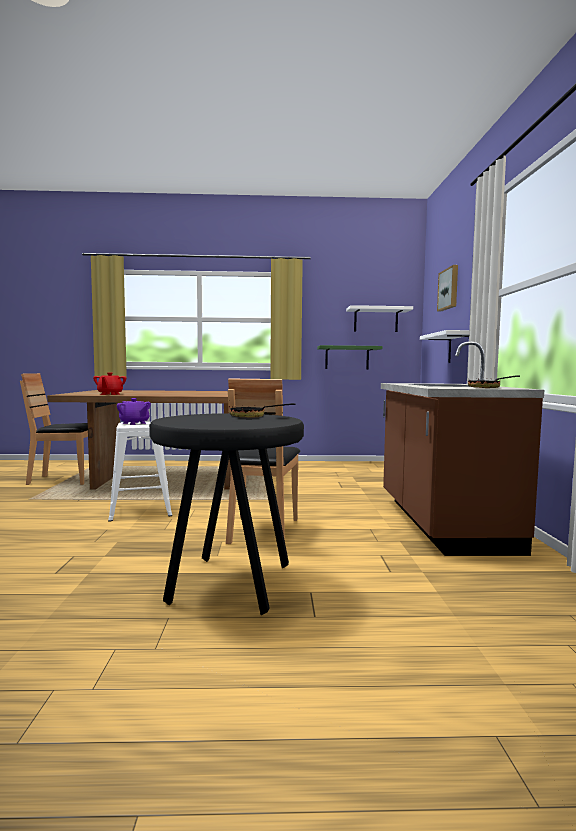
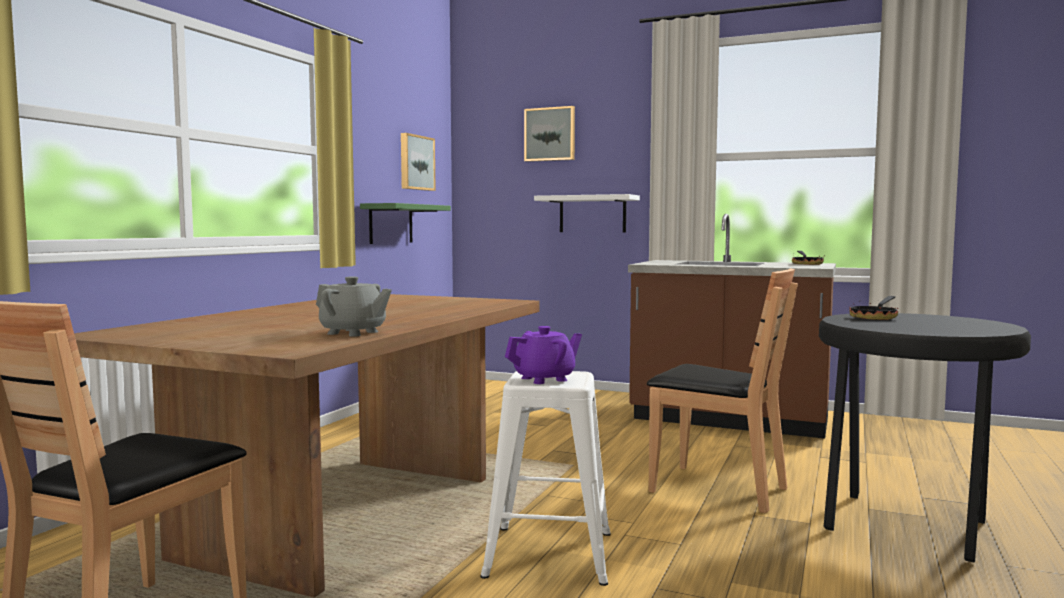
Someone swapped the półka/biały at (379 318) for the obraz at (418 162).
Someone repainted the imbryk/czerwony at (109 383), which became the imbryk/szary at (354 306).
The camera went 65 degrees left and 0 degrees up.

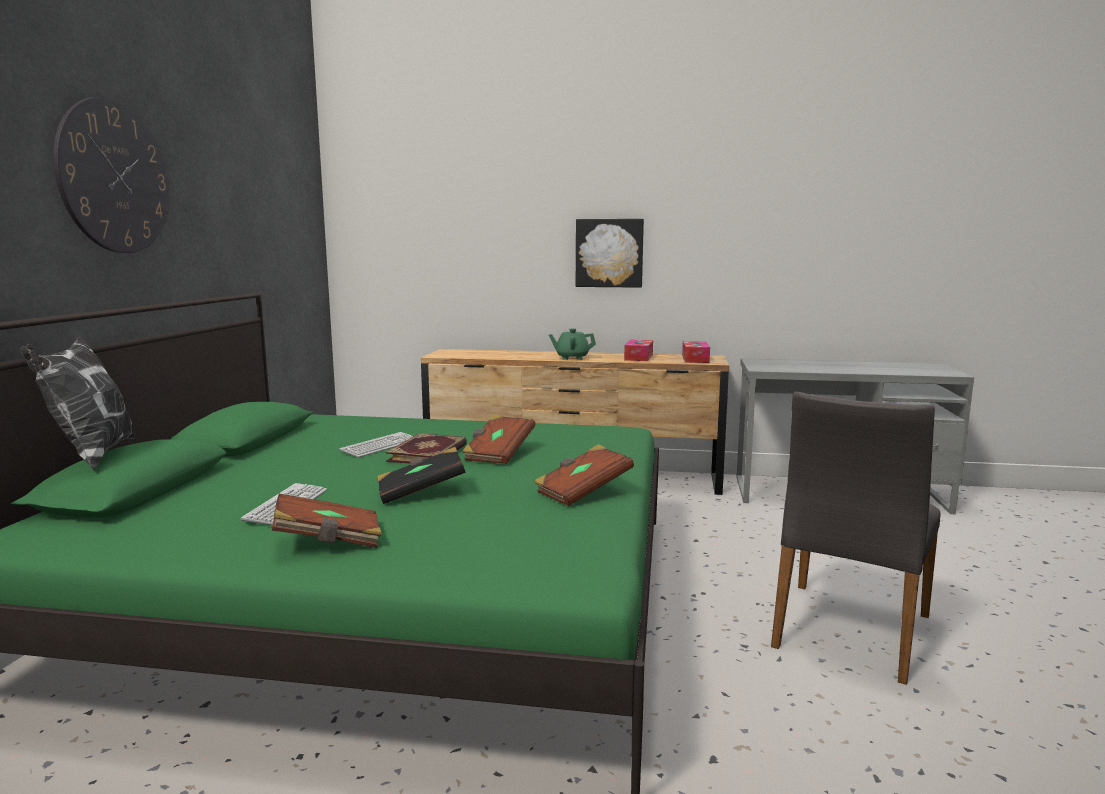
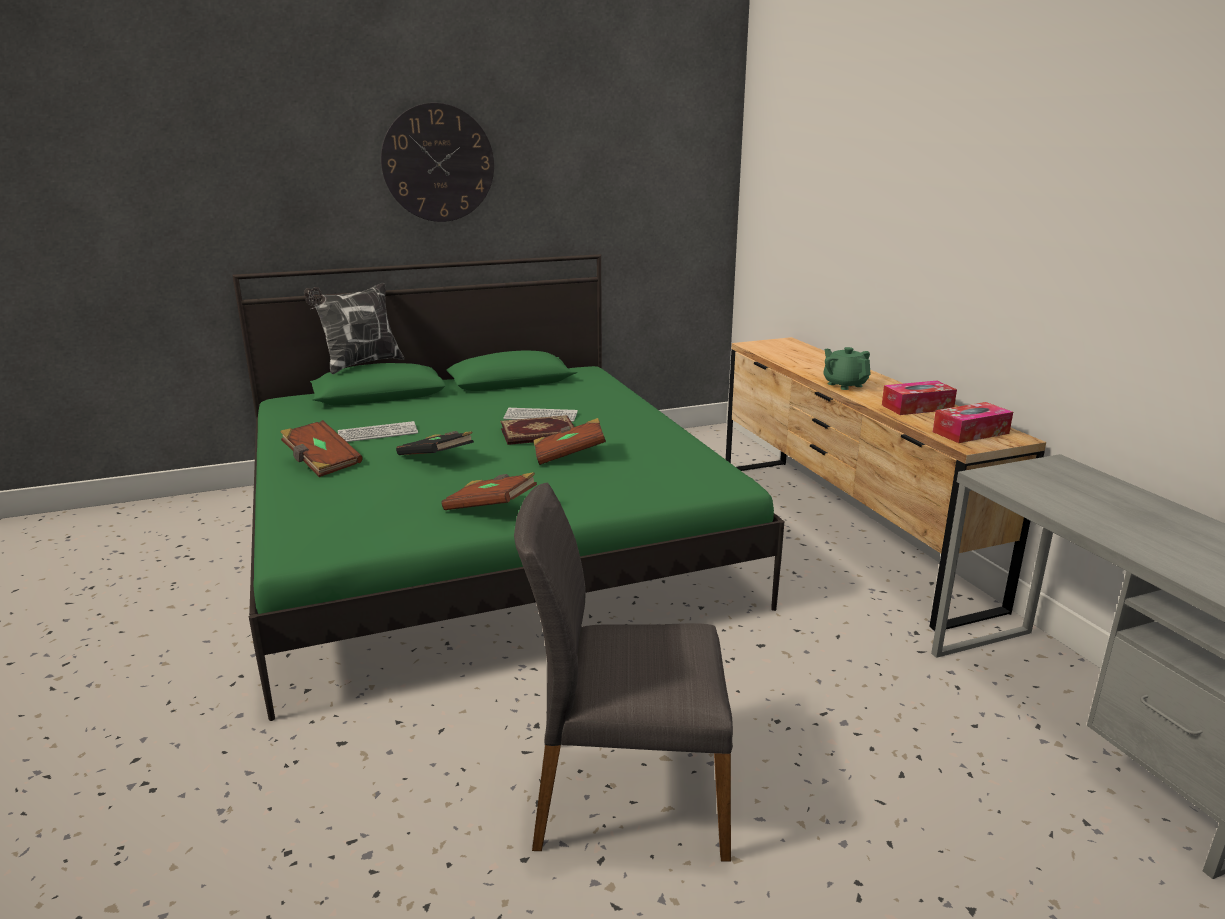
Someone took away the obraz at (610 253).
The camera went 60 degrees right and 10 degrees up.

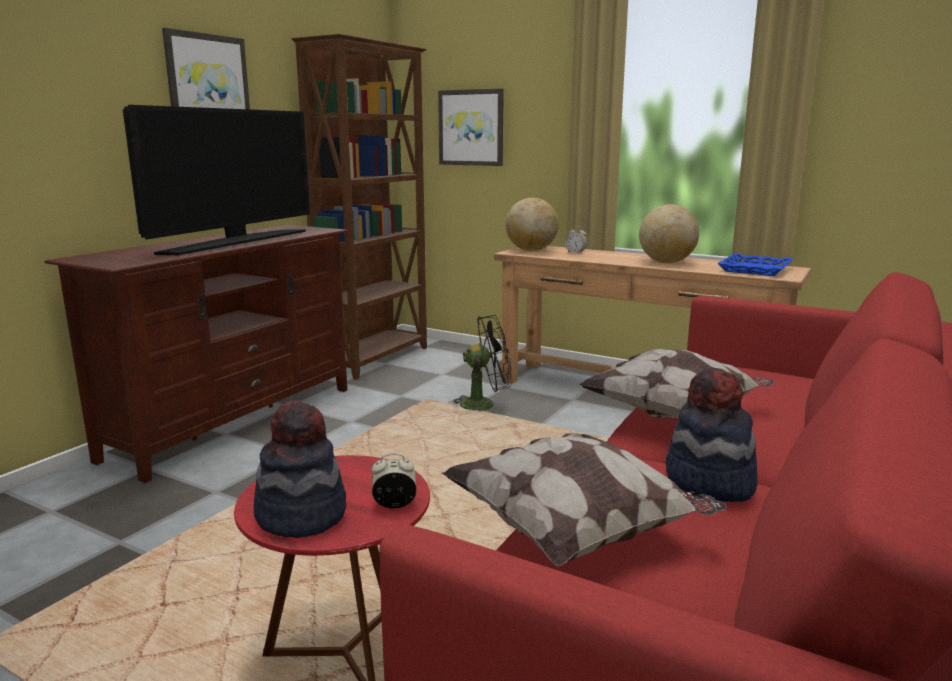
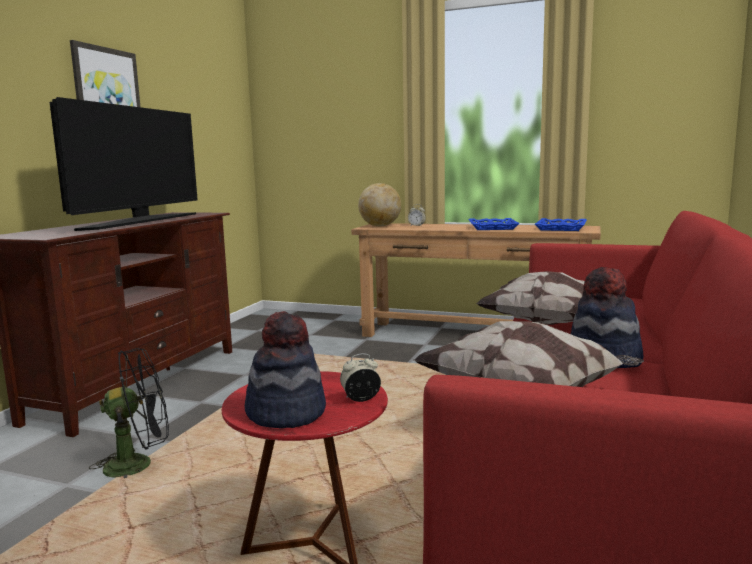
Someone took away the regał/brązowy at (359 207).
Someone took away the obraz at (471 127).
Someone carried the wentylator/czarny from (480 364) to (129 413).
Someone swapped the globus at (669 233) for the taca/niebieski at (493 224).
The camera went 10 degrees left and 5 degrees down.

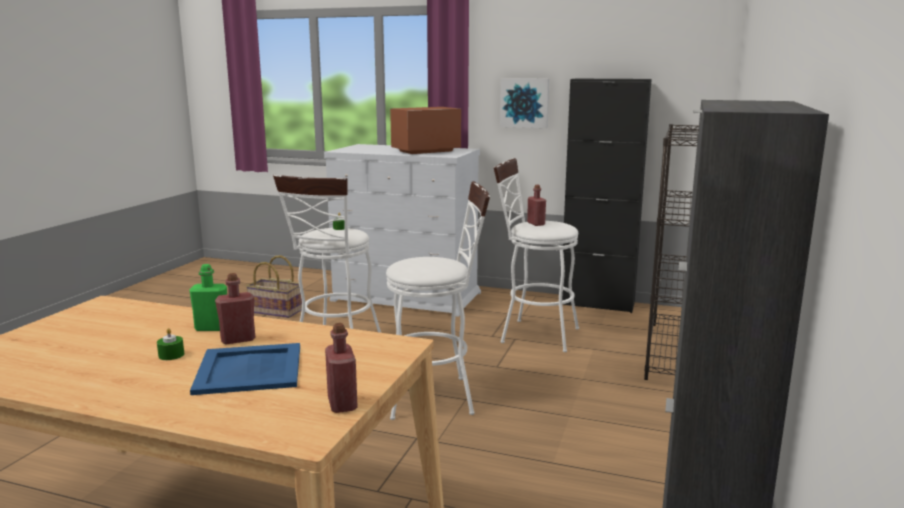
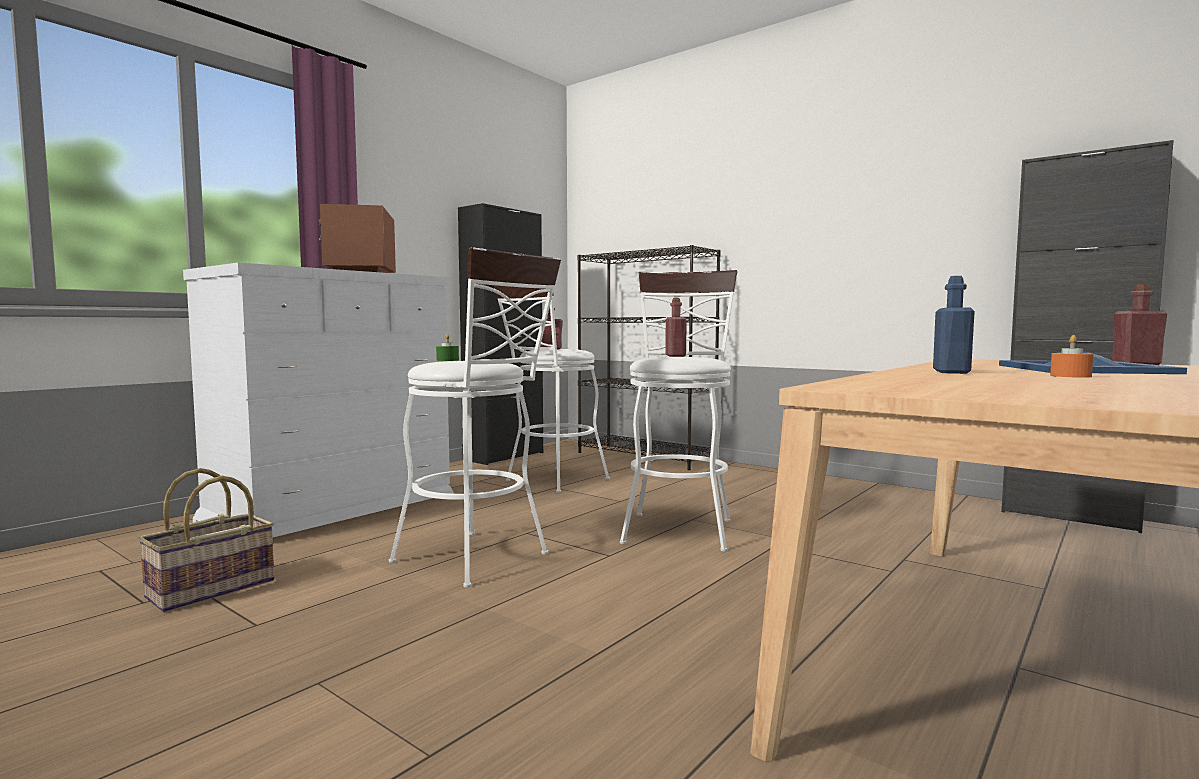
Someone took away the obraz at (524 103).
Someone carried the butelka/czerwony from (235 308) to (676 327).
Someone repainted the świeca/zielony at (170 344), which became the świeca/pomarańczowy at (1071 356).
Someone repainted the butelka/zielony at (208 297), which became the butelka/niebieski at (954 325).
The camera went 70 degrees left and 10 degrees down.

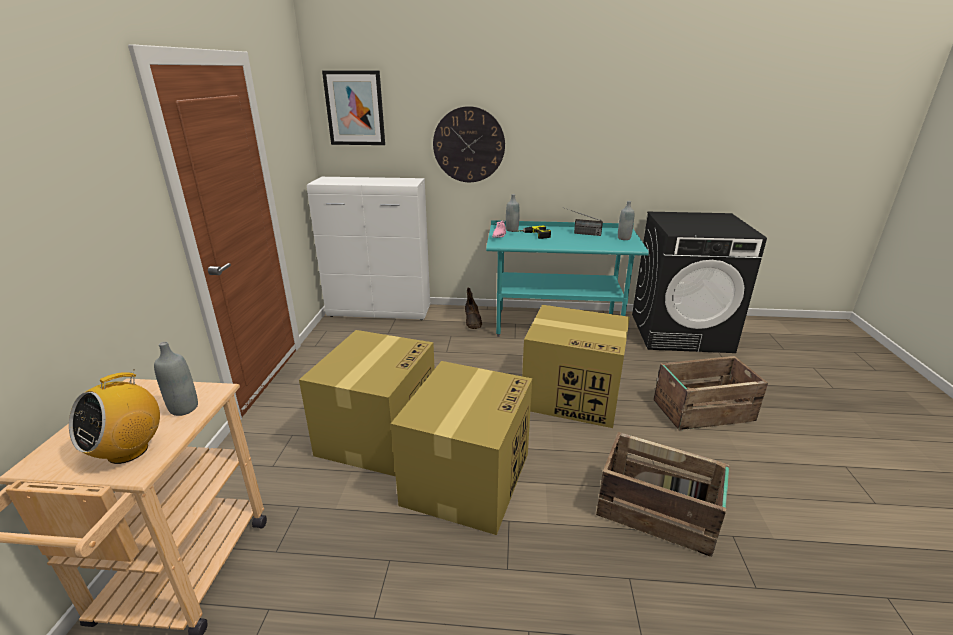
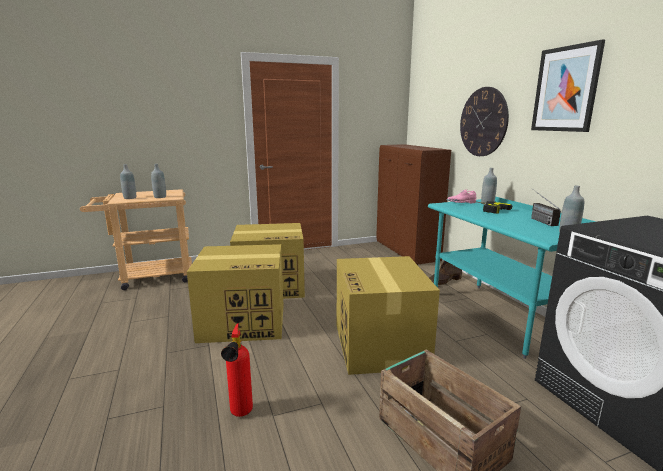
Someone carried the obraz from (353 108) to (568 85).
Someone swapped the radio at (114 416) for the butelka/szary at (128 181).
Someone swapped the skrzynka at (662 494) for the gaśnica at (237 370).
Someone repainted the szafka/biały at (368 248), which became the szafka/brązowy at (413 204).
The camera went 65 degrees right and 10 degrees down.

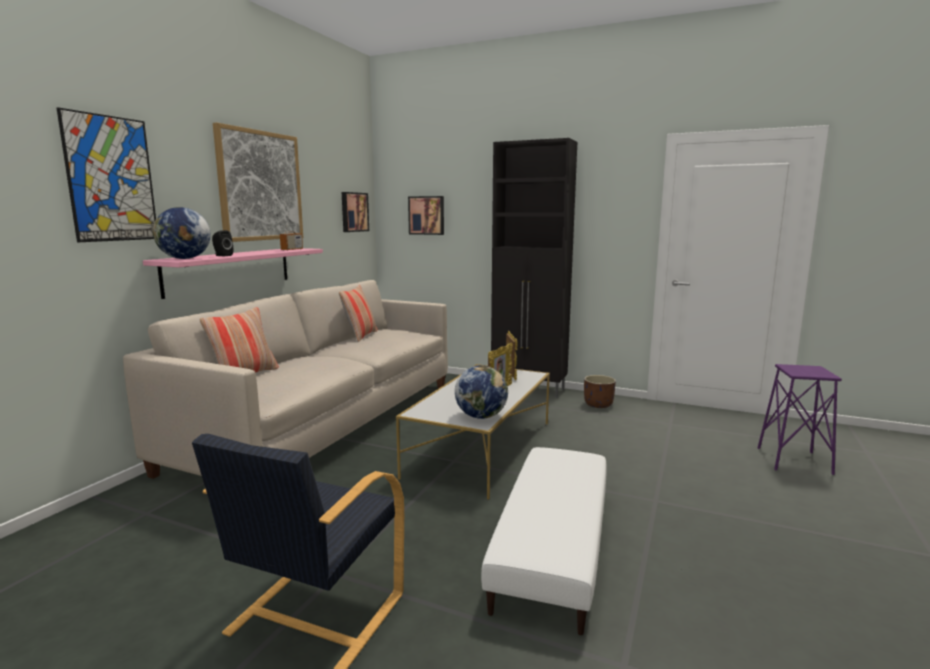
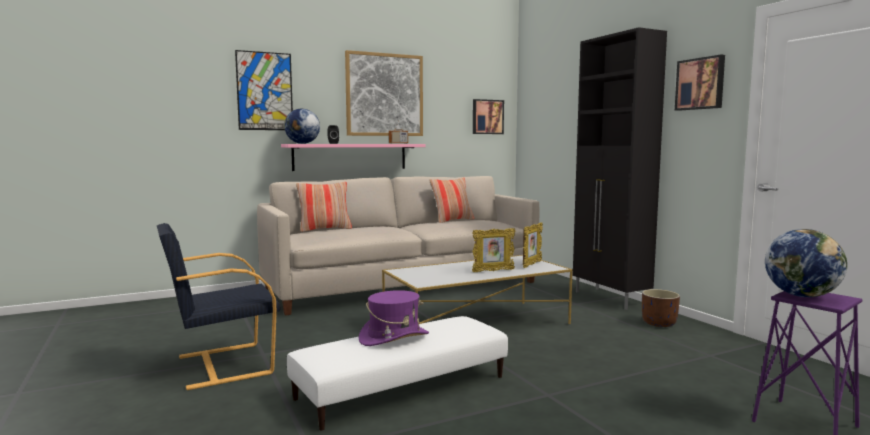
Someone put down the kapelusz/fioletowy at (394 318).
Someone carried the obraz from (426 215) to (700 83).
Someone carried the globus from (481 392) to (806 263).
The camera went 40 degrees right and 5 degrees down.

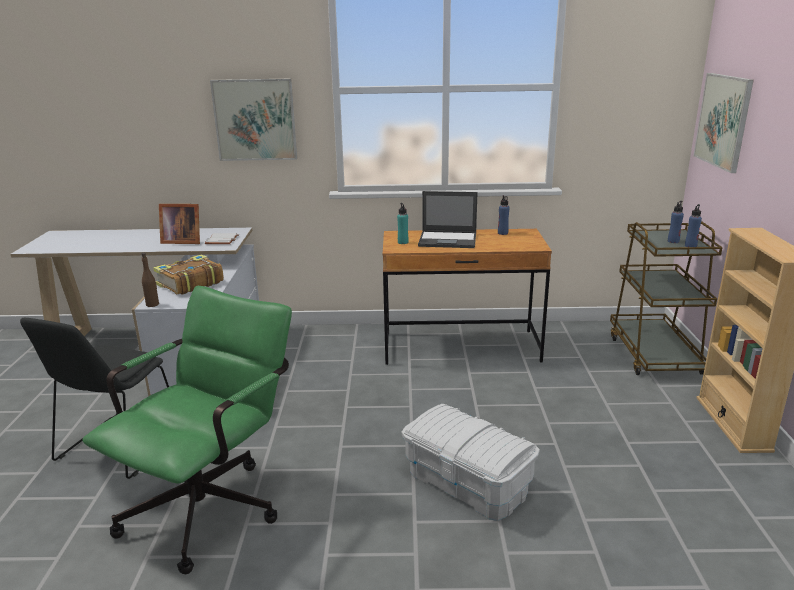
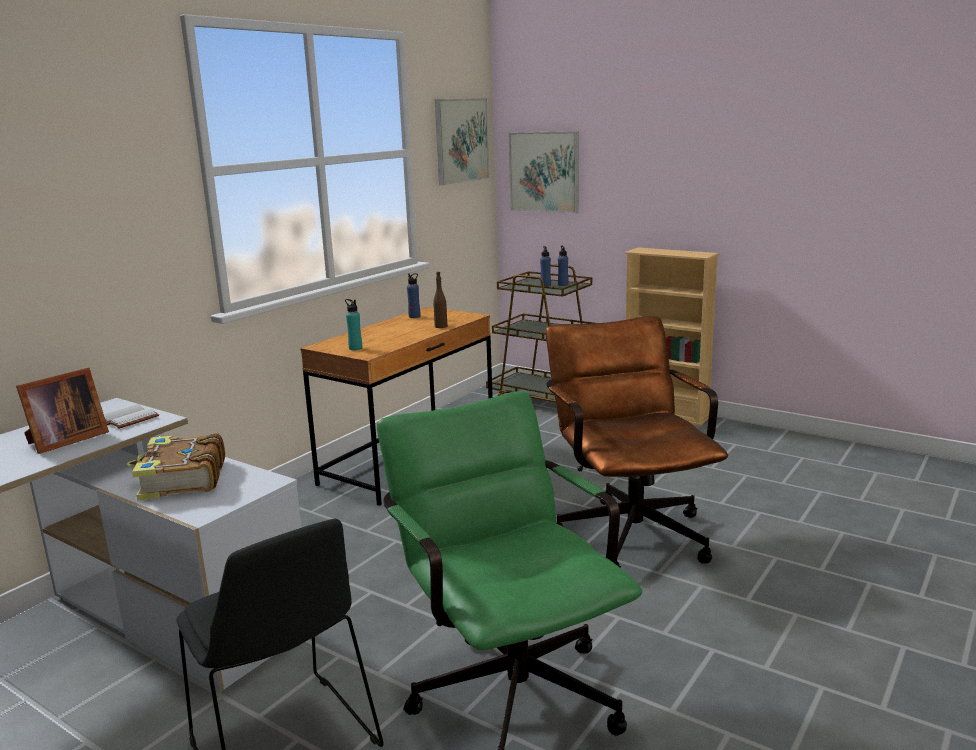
Someone took away the laptop at (448 219).
Someone carried the butelka/brązowy from (150 280) to (440 300).
Someone carried the obraz from (253 120) to (462 141).
Someone swapped the pojemnik do przechowywania/biały at (471 462) for the krzesło biurowe/brązowy at (637 441).
The camera went 55 degrees left and 5 degrees down.

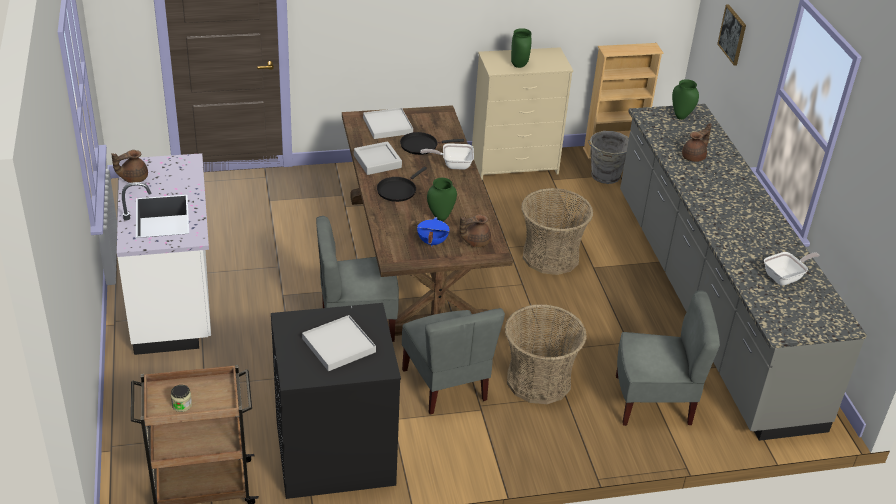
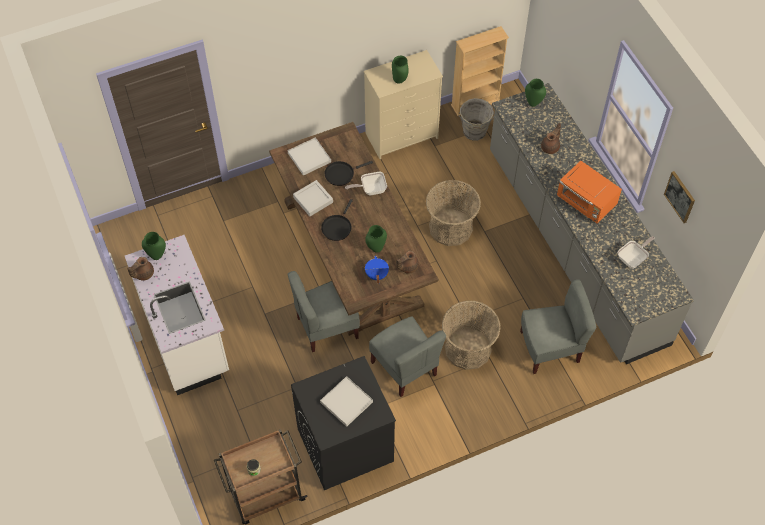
Someone put down the wazon/zielony at (154 246).
Someone put down the mikrofalówka/pomarańczowy at (589 192).
Someone carried the obraz from (731 35) to (679 197).
The camera went 10 degrees left and 20 degrees up.

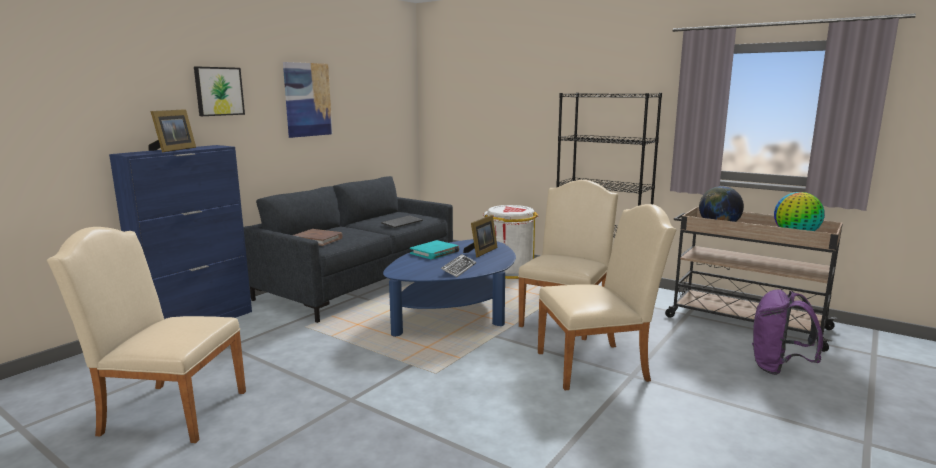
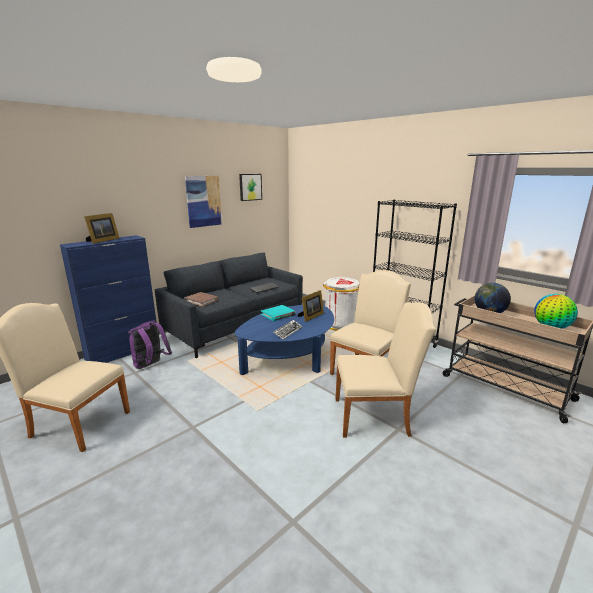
Someone carried the obraz from (219 91) to (250 187).
Someone carried the plecak/fioletowy from (787 332) to (150 344).
The camera went 10 degrees right and 5 degrees up.

